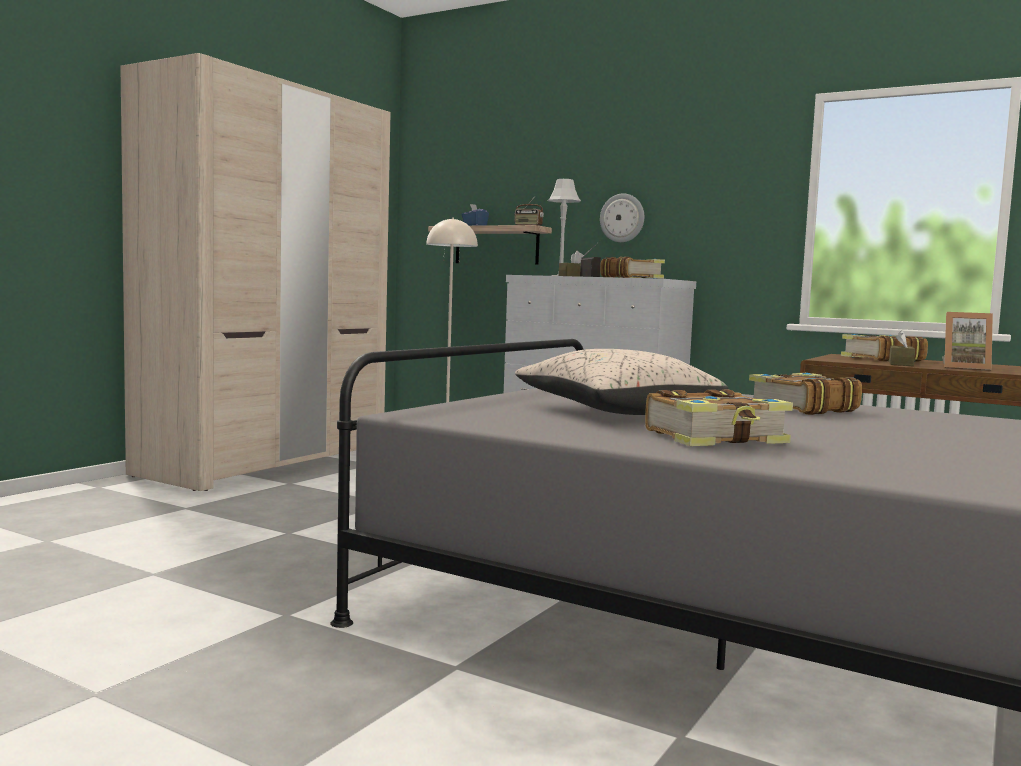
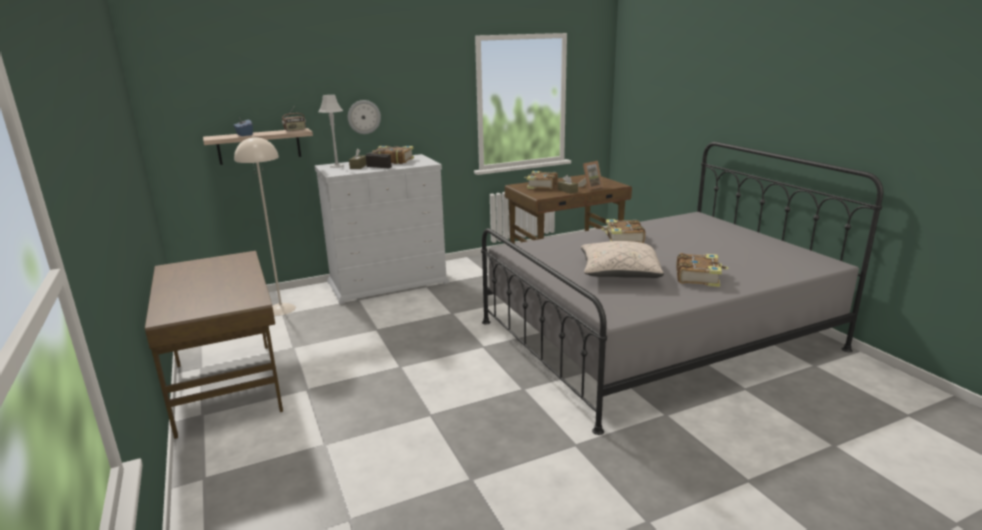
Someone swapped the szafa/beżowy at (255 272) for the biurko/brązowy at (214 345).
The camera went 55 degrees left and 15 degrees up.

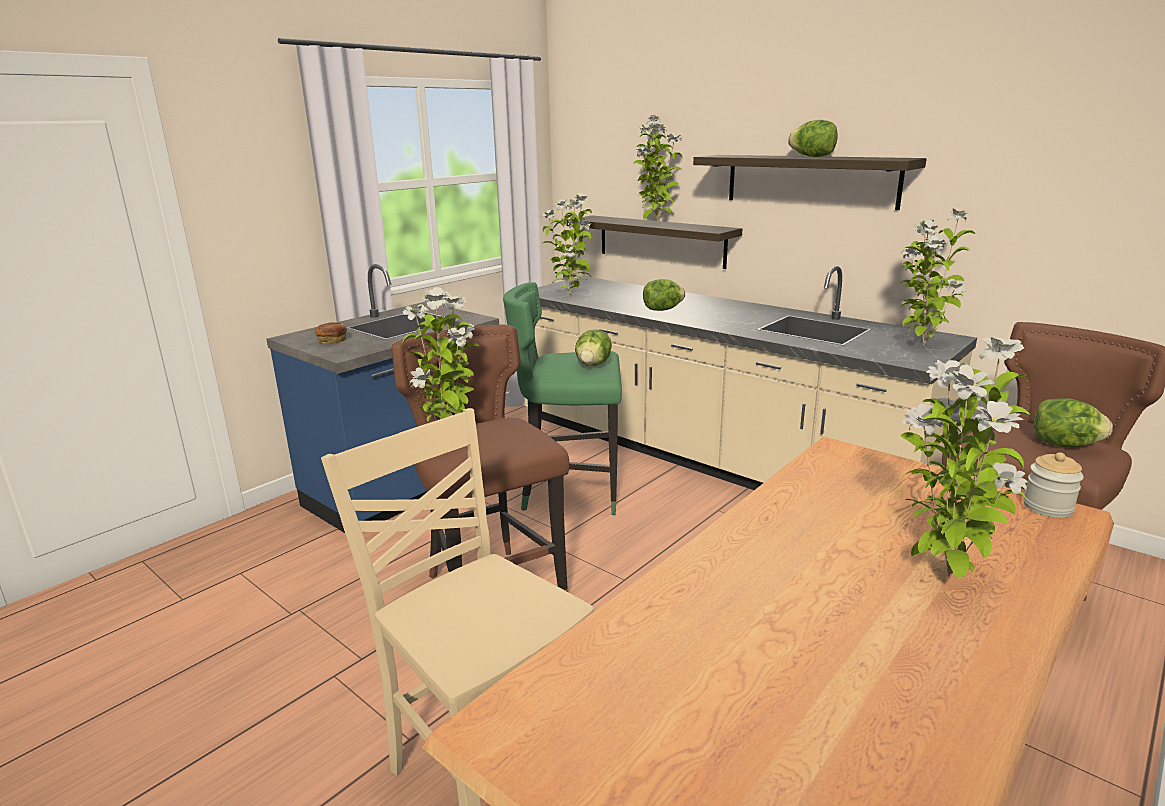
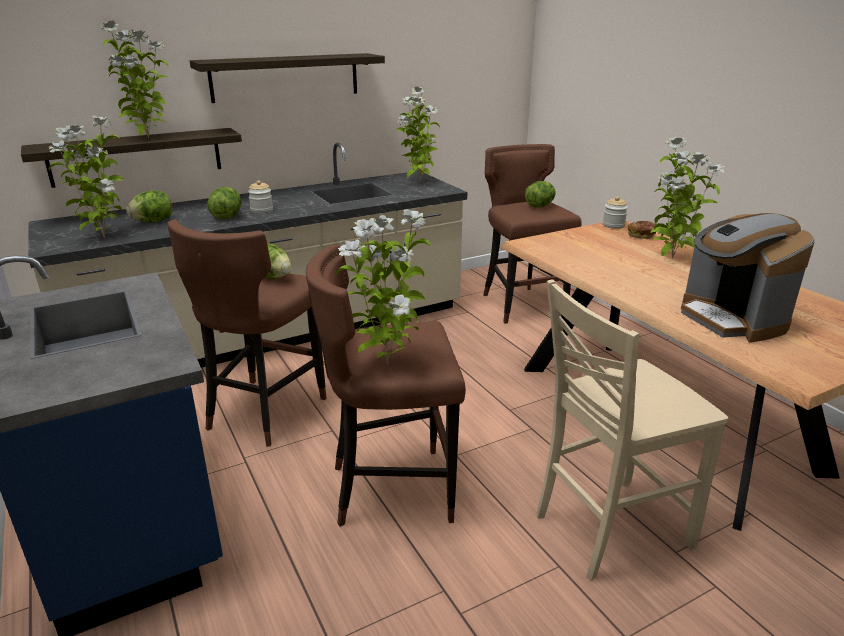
Someone put down the słoik at (260 196).
Someone put down the ekspres do kawy at (748 278).
Someone carried the chleb from (331 333) to (642 230).
Someone carried the sałata from (813 138) to (149 206).
Someone repainted the stołek/zielony at (562 398), which became the stołek/brązowy at (247 332).
The camera went 70 degrees left and 5 degrees up.

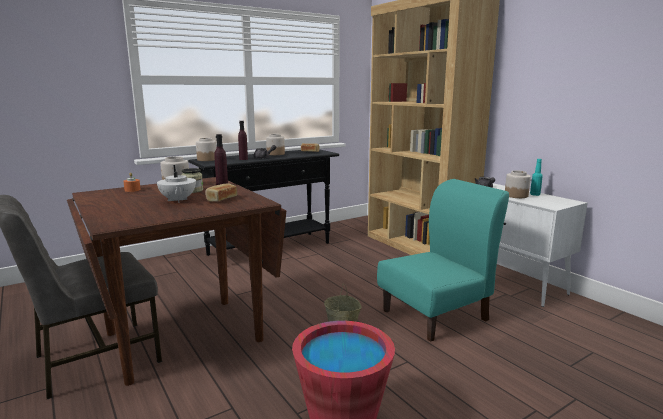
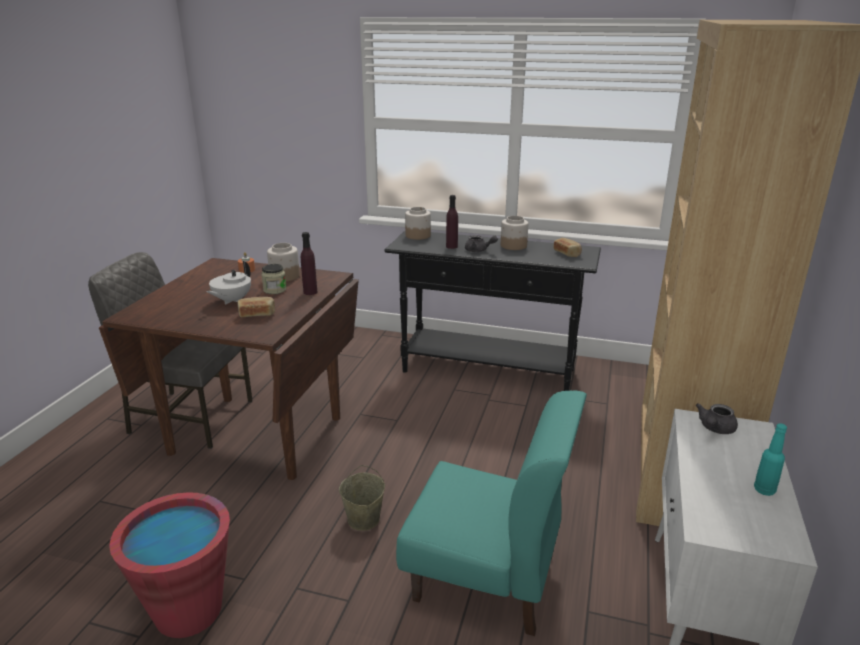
Someone took away the słoik at (518 184).
The camera went 50 degrees right and 10 degrees up.

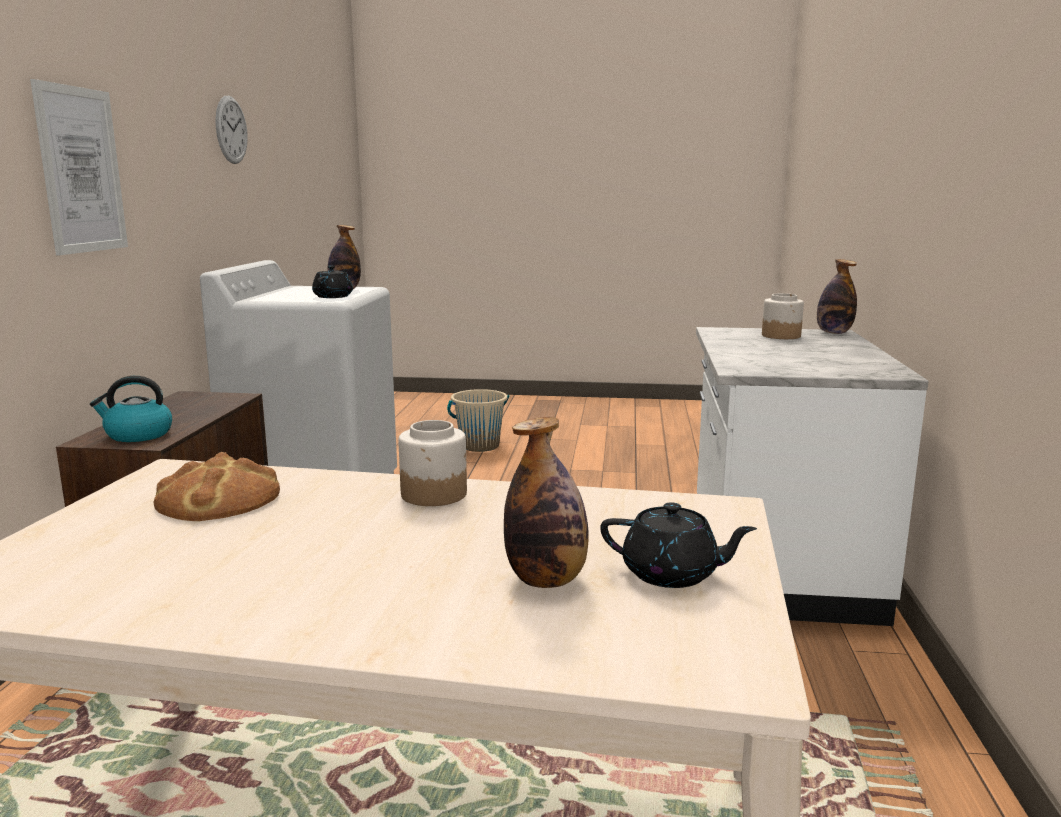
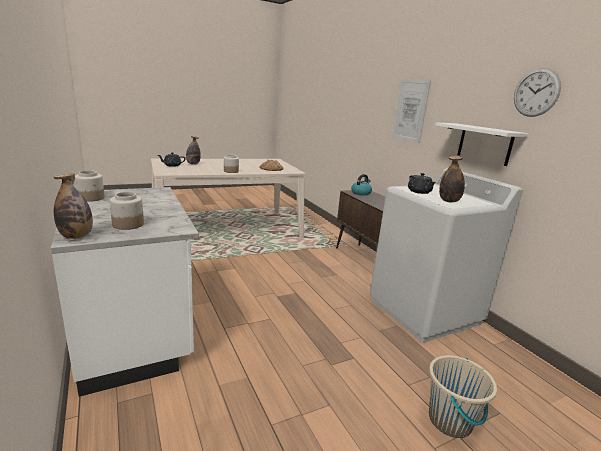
Someone put down the słoik at (90 186).
Someone put up the półka/biały at (482 144).
The camera went 145 degrees right and 5 degrees up.

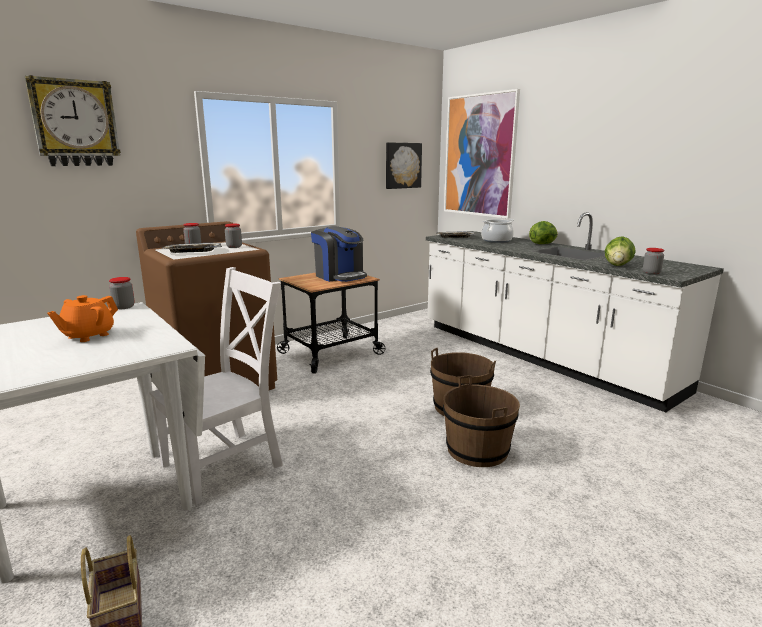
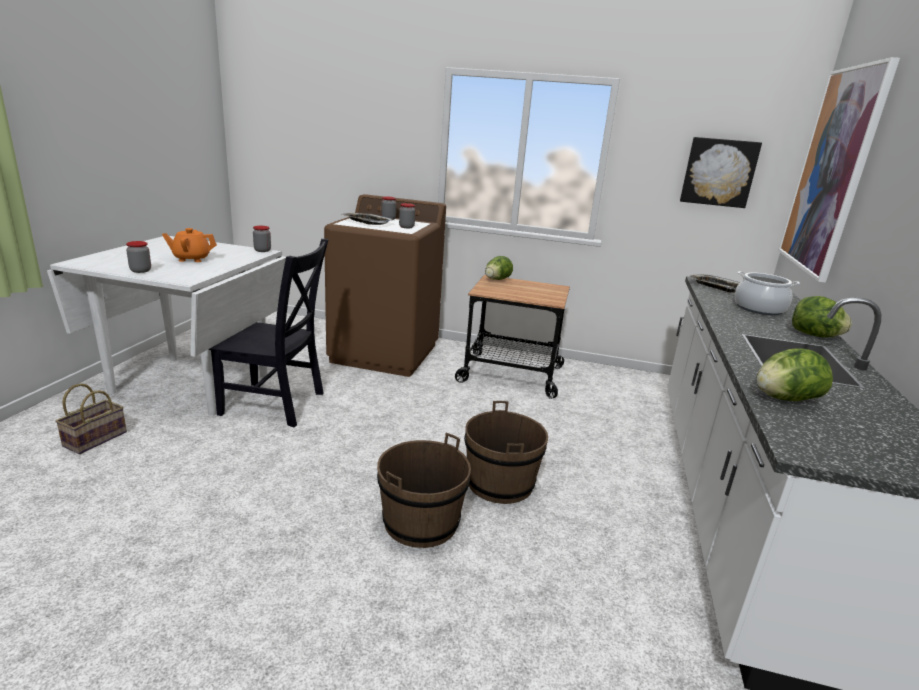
Someone took away the zegar ścienny at (73 120).
Someone took away the ekspres do kawy at (339 254).
Someone put down the sałata at (499 268).
Someone carried the słoik from (653 261) to (138 257).
Someone repainted the krzesło/biały at (216 386), which became the krzesło/czarny at (269 333).
The camera went 50 degrees right and 5 degrees up.

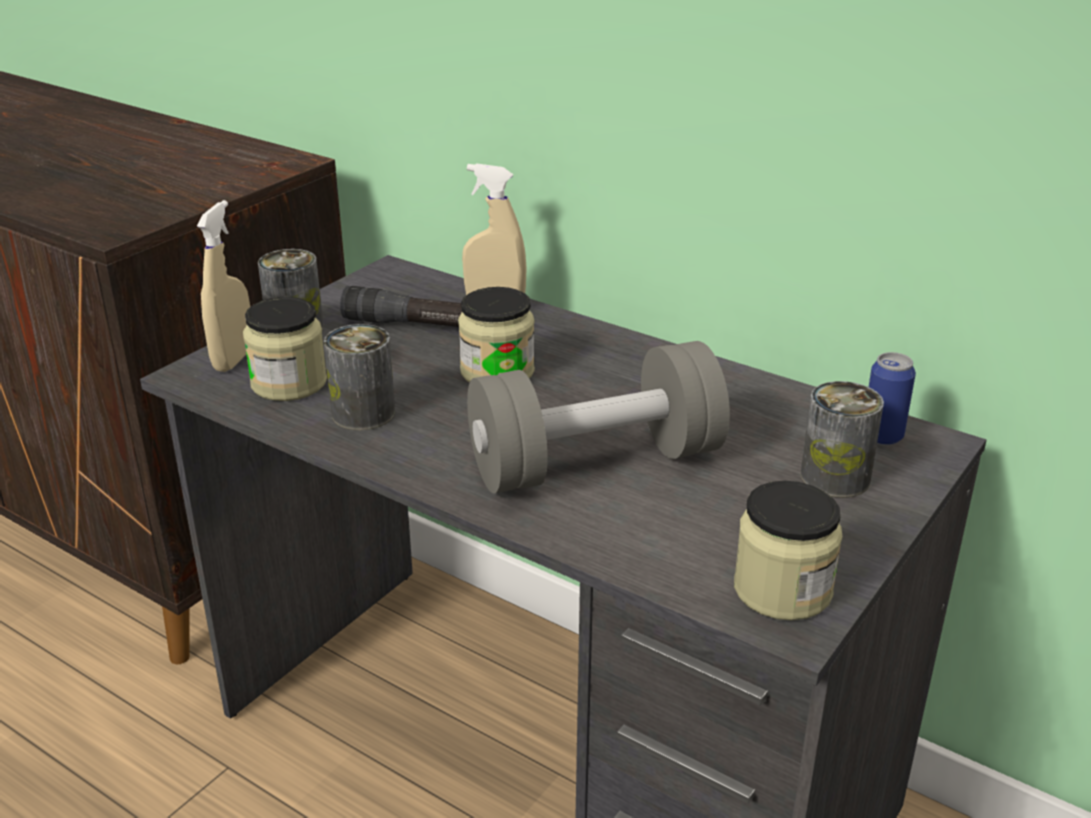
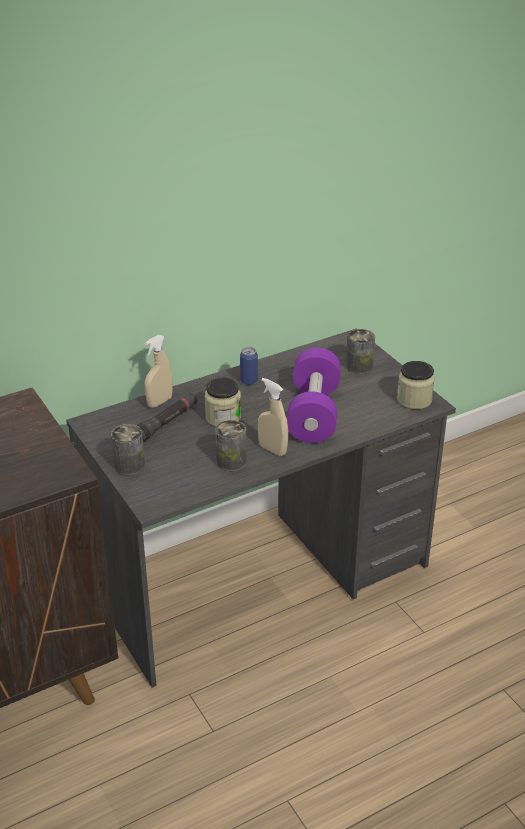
Someone took away the słoik at (285 349).
Someone carried the spryskiwacz/beżowy from (223 286) to (273 417).
Someone carried the puszka from (892 398) to (249 366).
Someone repainted the hantel/szary at (598 417), which became the hantel/fioletowy at (314 395).
The camera went 65 degrees left and 5 degrees up.

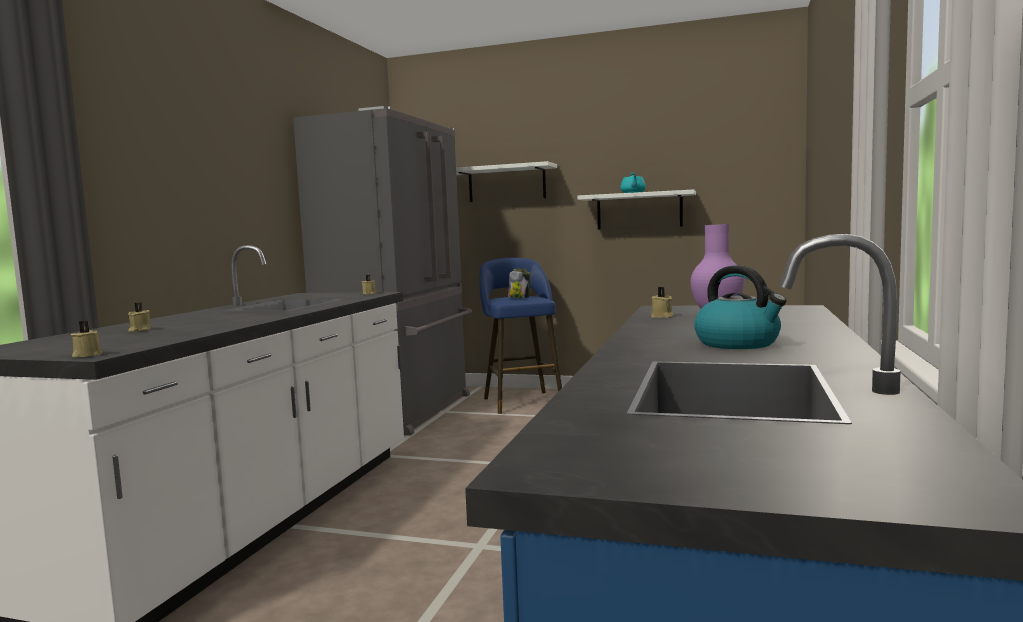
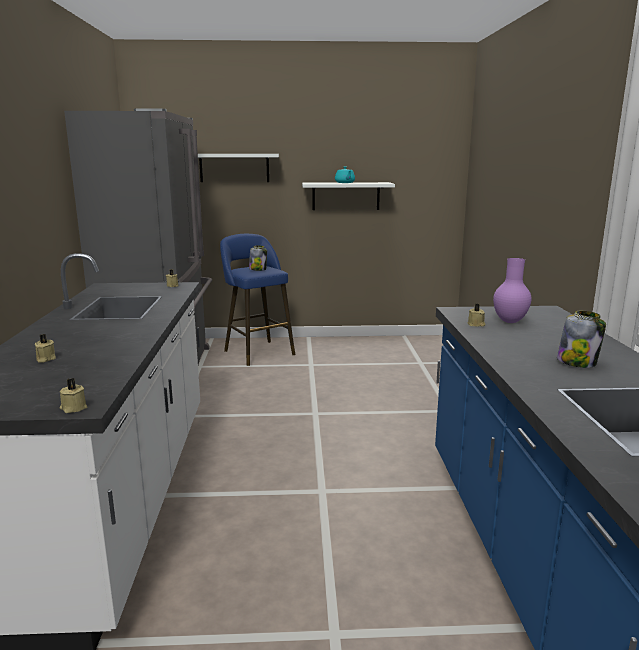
Someone swapped the czajnik at (740 307) for the słoik at (581 339).
The camera went 20 degrees left and 10 degrees up.

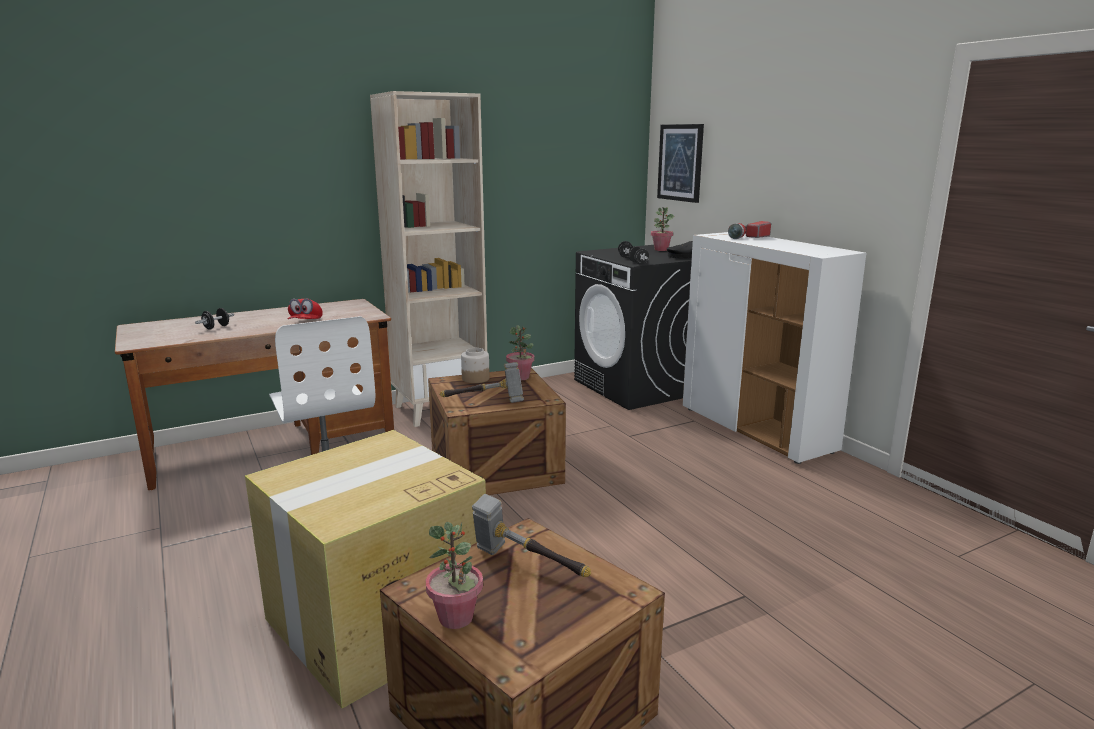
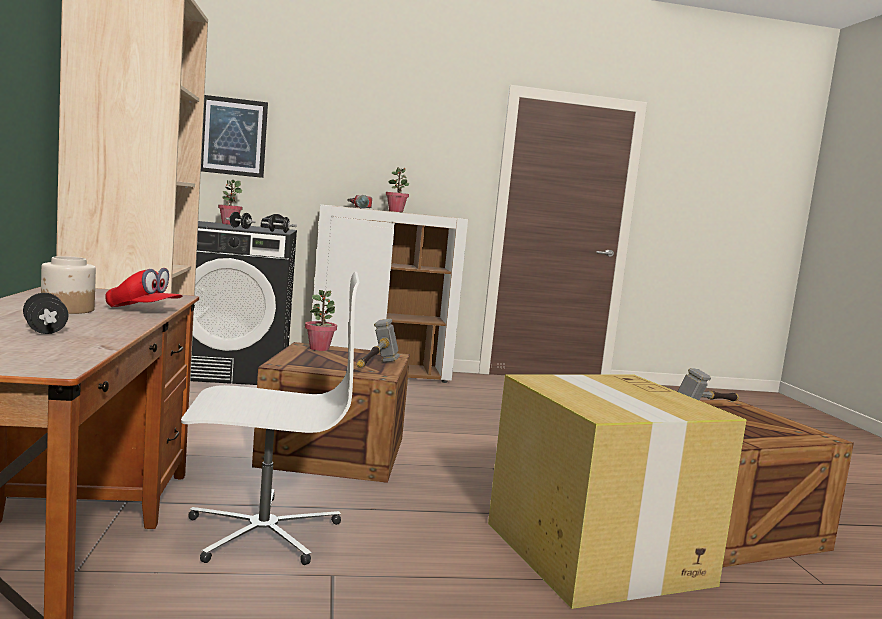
Someone carried the roślina doniczkowa from (454 575) to (397 189).
Someone carried the słoik from (475 365) to (68 285).
The camera went 70 degrees left and 10 degrees down.

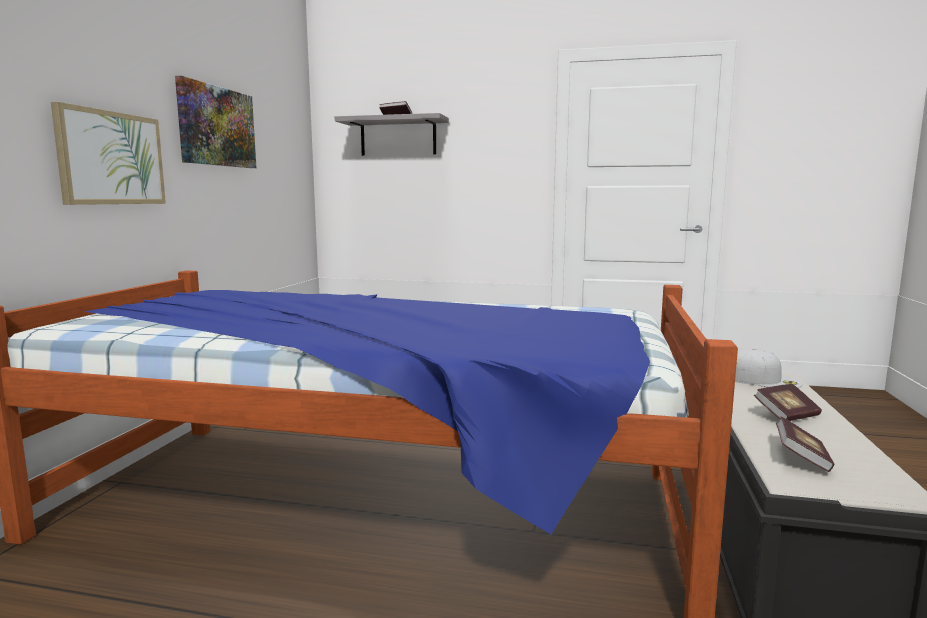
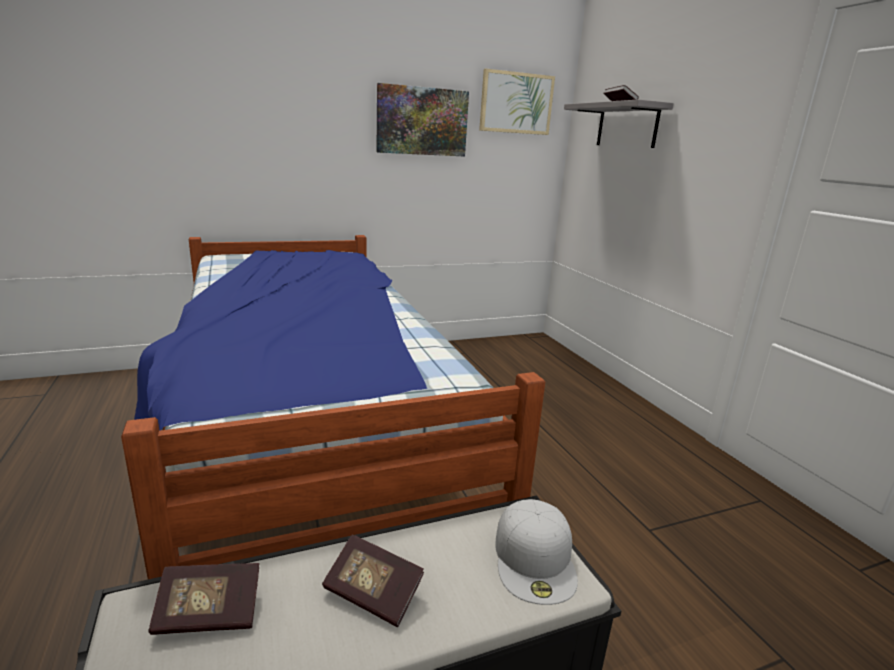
Someone carried the obraz from (108 153) to (517 102).
The camera went 55 degrees right and 10 degrees up.

